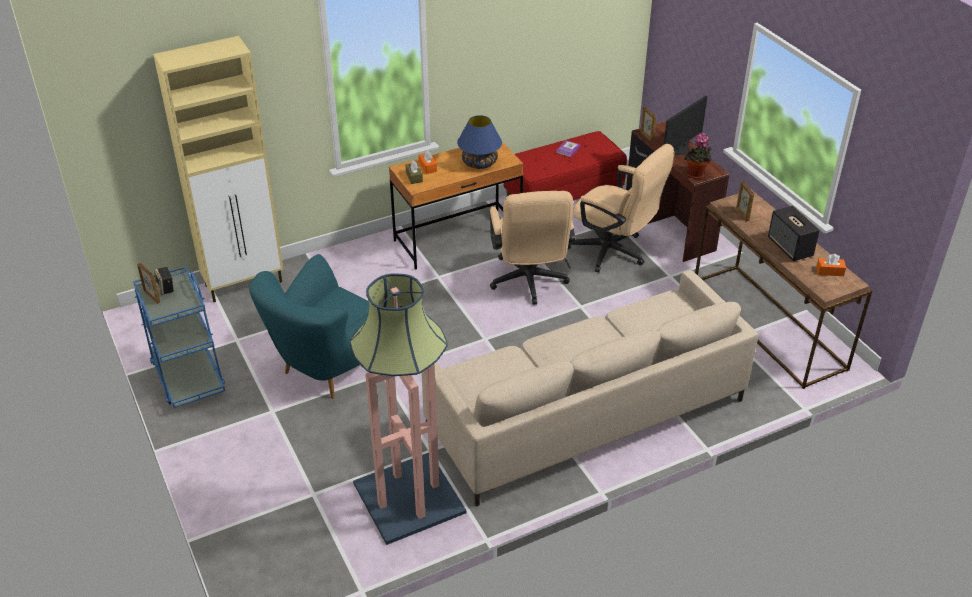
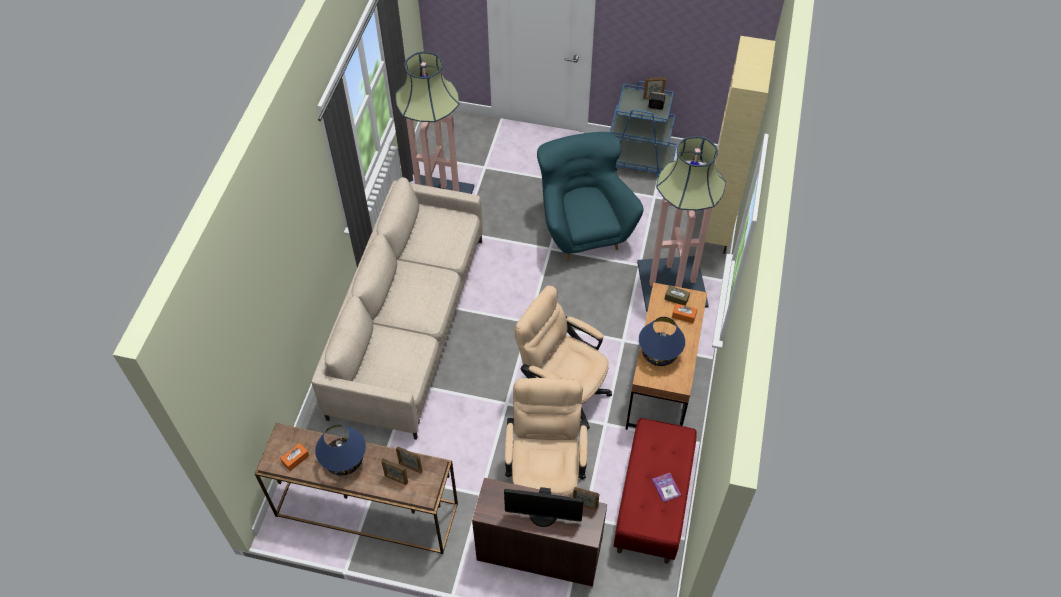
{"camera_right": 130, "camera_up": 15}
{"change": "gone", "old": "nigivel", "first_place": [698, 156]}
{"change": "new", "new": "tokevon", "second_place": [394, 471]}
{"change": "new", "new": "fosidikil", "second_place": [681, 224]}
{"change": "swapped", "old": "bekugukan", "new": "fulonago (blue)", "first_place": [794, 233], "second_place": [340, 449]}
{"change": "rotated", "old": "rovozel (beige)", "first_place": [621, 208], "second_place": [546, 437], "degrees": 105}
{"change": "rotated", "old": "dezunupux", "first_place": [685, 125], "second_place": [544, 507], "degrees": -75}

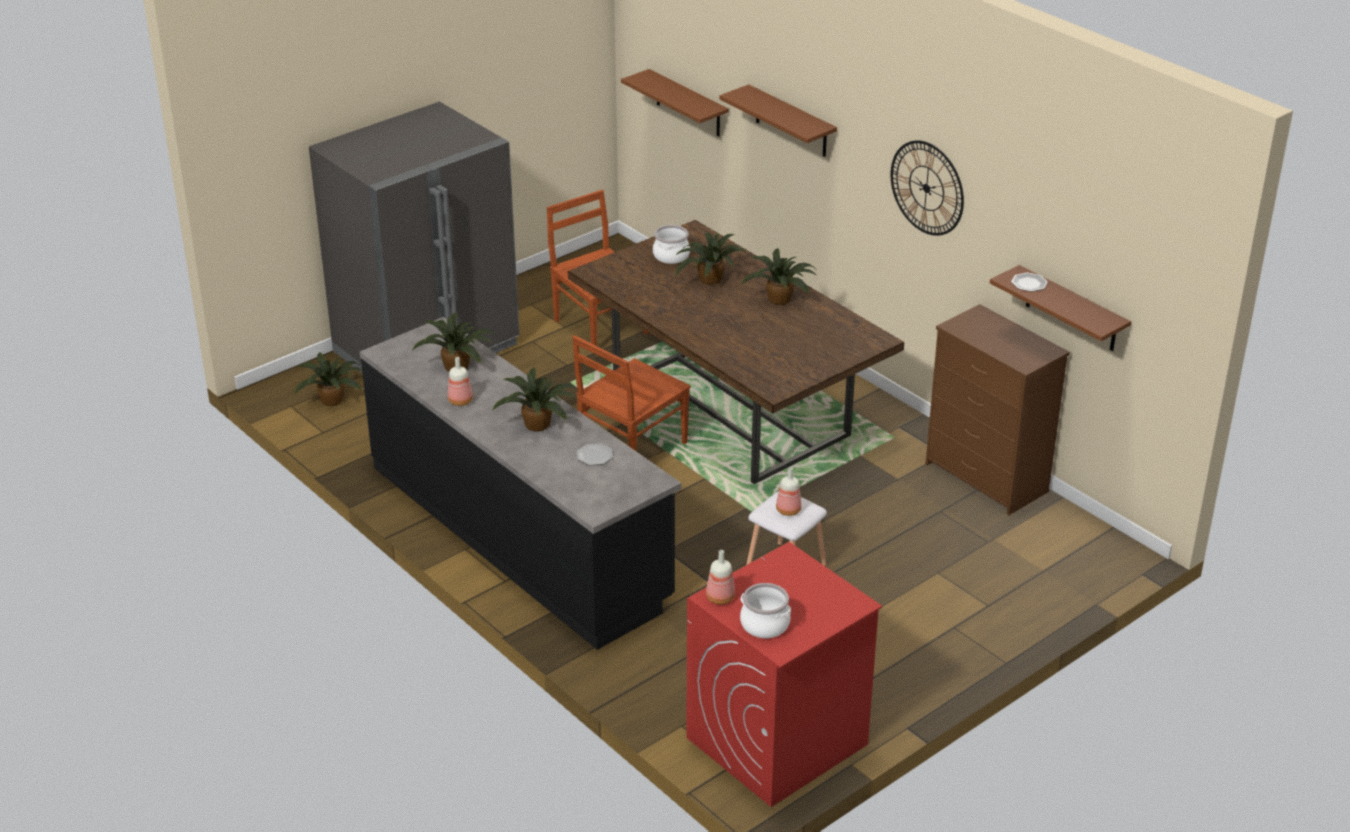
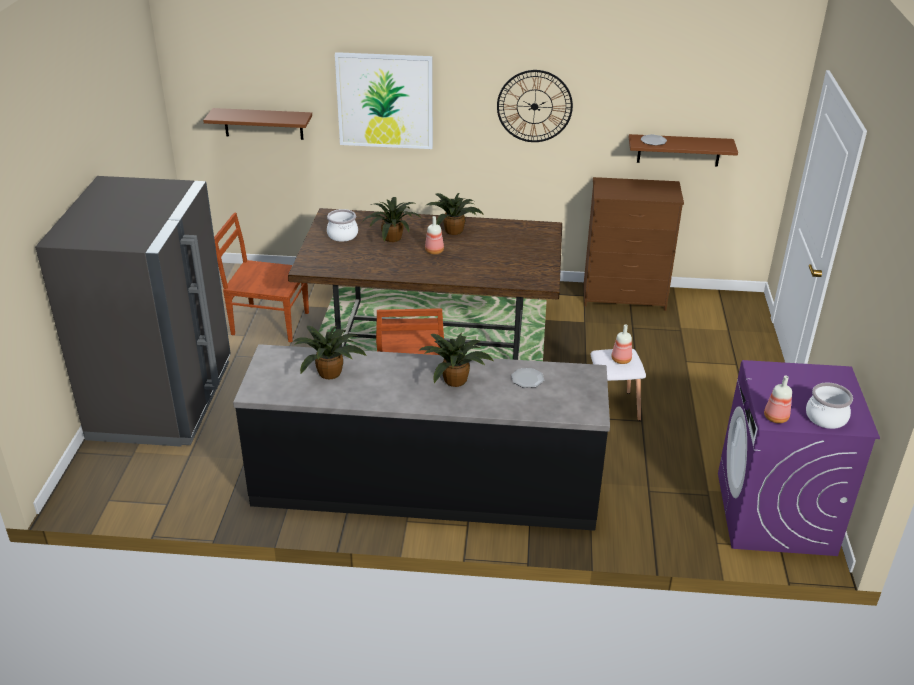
{"camera_right": -45, "camera_up": 0}
{"change": "gone", "old": "nigivel", "first_place": [328, 379]}
{"change": "shifted", "old": "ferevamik", "first_place": [460, 381], "second_place": [434, 235]}
{"change": "swapped", "old": "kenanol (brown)", "new": "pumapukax", "first_place": [778, 120], "second_place": [384, 100]}
{"change": "repainted", "old": "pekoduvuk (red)", "new": "pekoduvuk (purple)", "first_place": [784, 674], "second_place": [799, 458]}

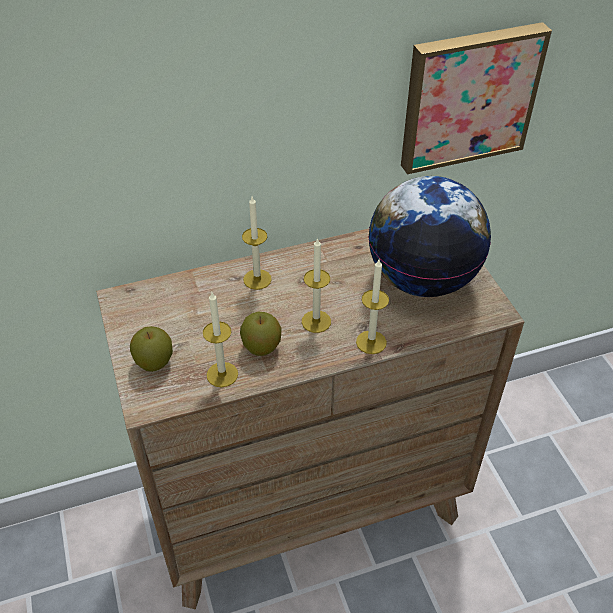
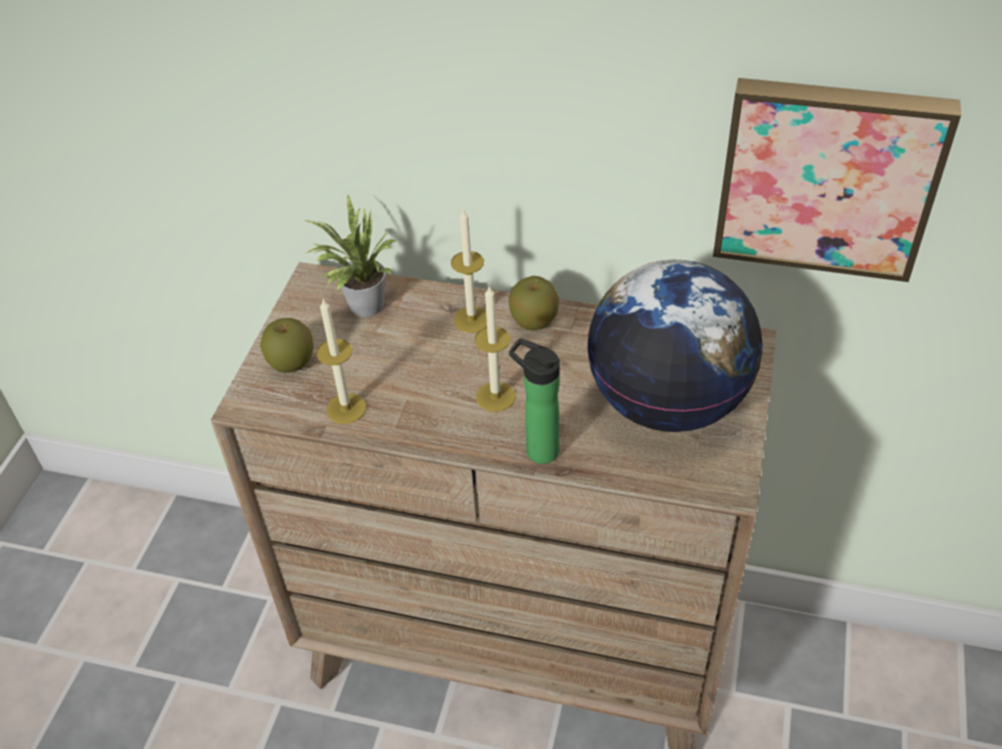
{"camera_right": 35, "camera_up": 0}
{"change": "new", "new": "nigivel", "second_place": [350, 256]}
{"change": "shifted", "old": "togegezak", "first_place": [260, 334], "second_place": [534, 303]}
{"change": "swapped", "old": "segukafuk", "new": "ferevamik", "first_place": [372, 307], "second_place": [534, 401]}

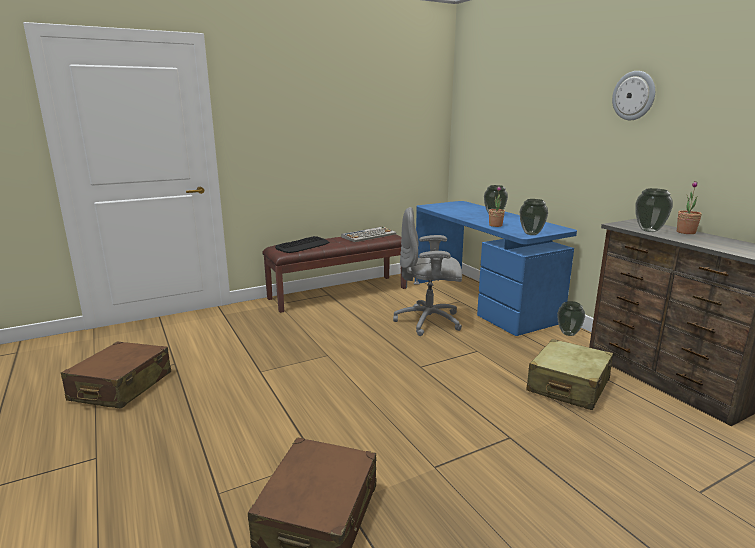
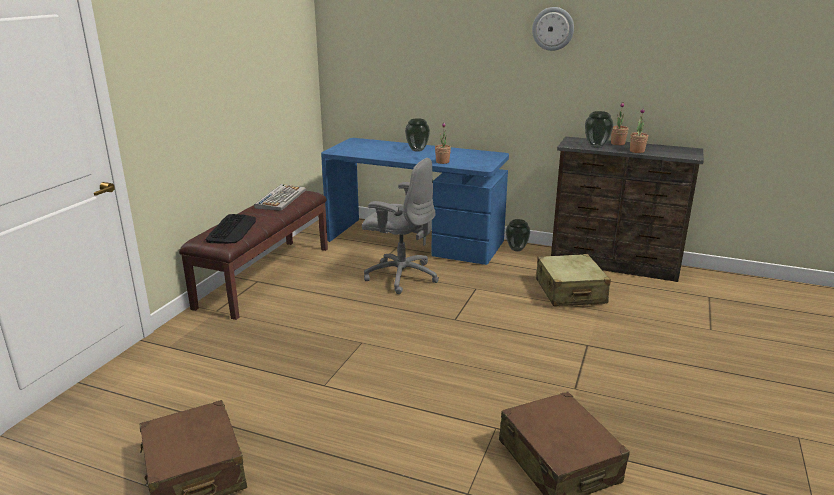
{"camera_right": -40, "camera_up": 5}
{"change": "gone", "old": "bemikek", "first_place": [534, 217]}
{"change": "new", "new": "nigivel", "second_place": [639, 130]}
{"change": "rotated", "old": "rovozel (grey)", "first_place": [427, 271], "second_place": [400, 226], "degrees": -120}

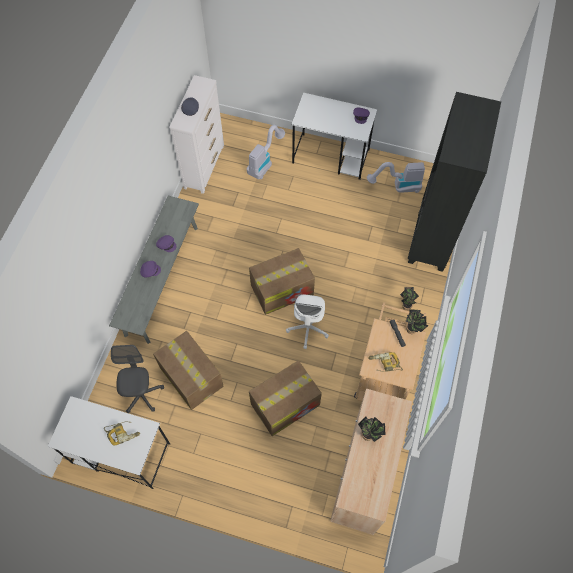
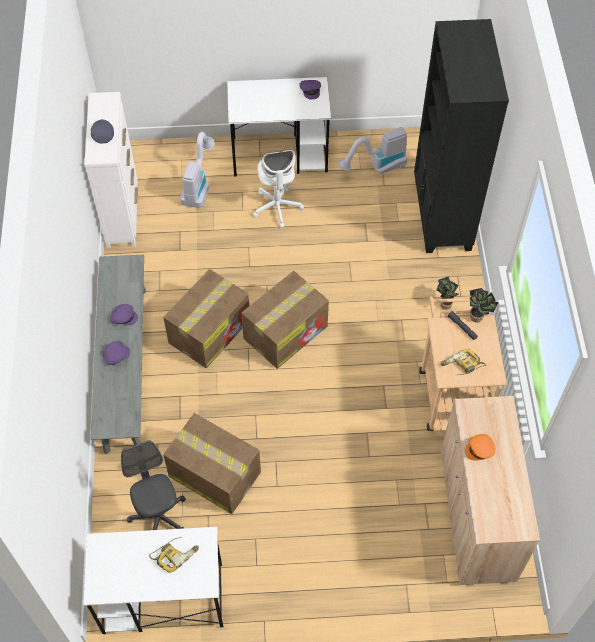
{"camera_right": -20, "camera_up": -5}
{"change": "shifted", "old": "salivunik", "first_place": [285, 398], "second_place": [206, 318]}
{"change": "shifted", "old": "rovozel (white)", "first_place": [307, 322], "second_place": [278, 188]}
{"change": "swapped", "old": "nigivel", "new": "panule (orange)", "first_place": [371, 429], "second_place": [480, 447]}

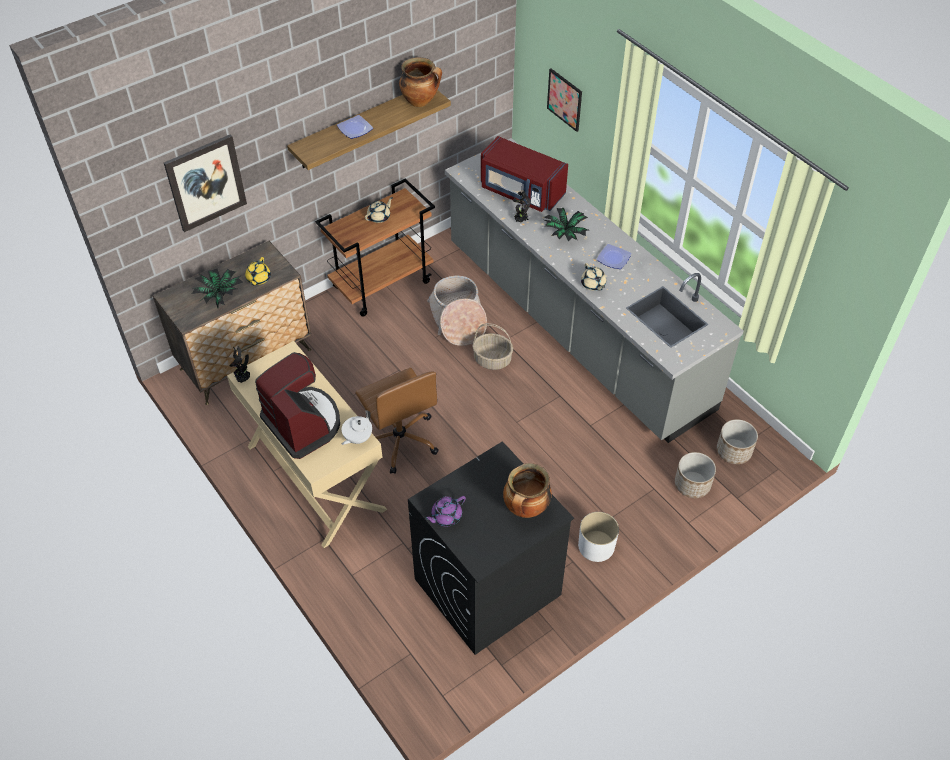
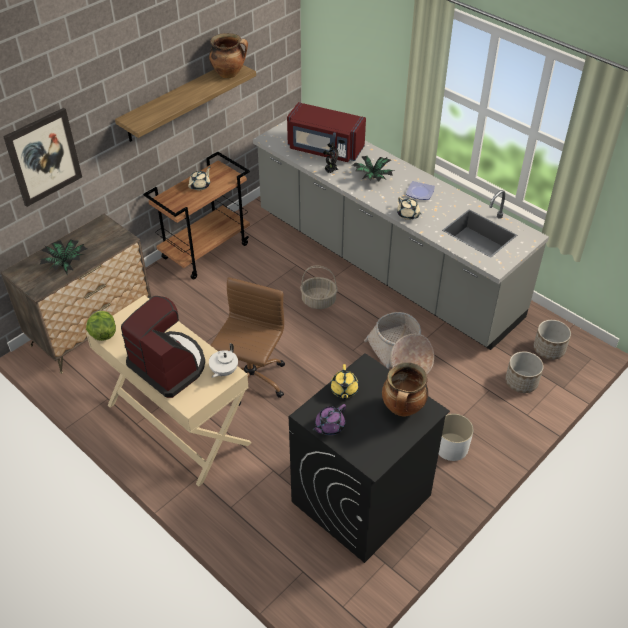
{"camera_right": -10, "camera_up": -5}
{"change": "gone", "old": "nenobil", "first_place": [355, 127]}
{"change": "gone", "old": "pumapukax", "first_place": [564, 100]}
{"change": "shifted", "old": "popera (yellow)", "first_place": [258, 271], "second_place": [344, 381]}
{"change": "shifted", "old": "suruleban", "first_place": [457, 311], "second_place": [399, 343]}
{"change": "swapped", "old": "nigivel", "new": "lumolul", "first_place": [240, 365], "second_place": [101, 326]}
{"change": "rotated", "old": "rovozel (brown)", "first_place": [397, 421], "second_place": [248, 341], "degrees": -120}

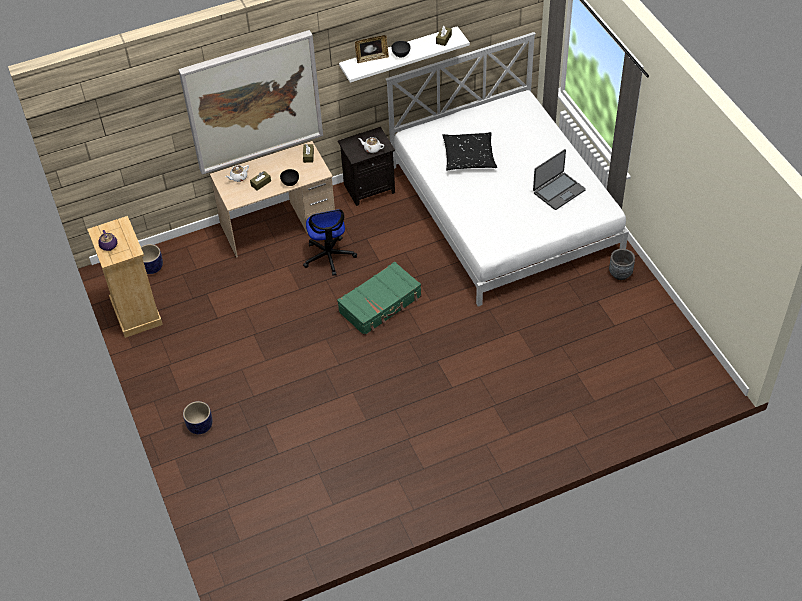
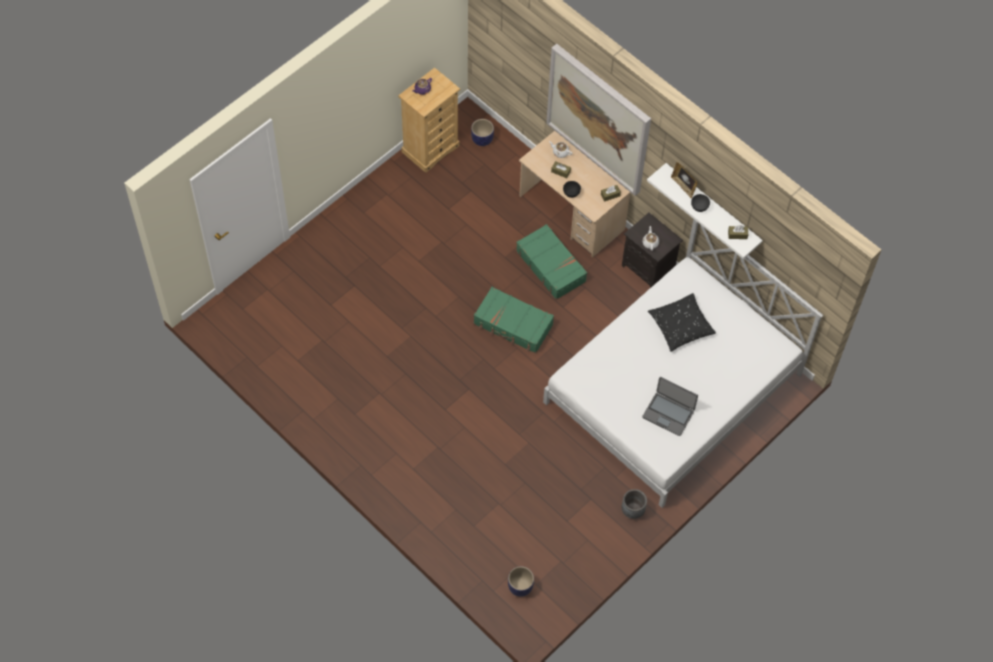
{"camera_right": 65, "camera_up": 10}
{"change": "shifted", "old": "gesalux", "first_place": [198, 417], "second_place": [521, 581]}
{"change": "swapped", "old": "rovozel", "new": "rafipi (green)", "first_place": [330, 242], "second_place": [551, 262]}

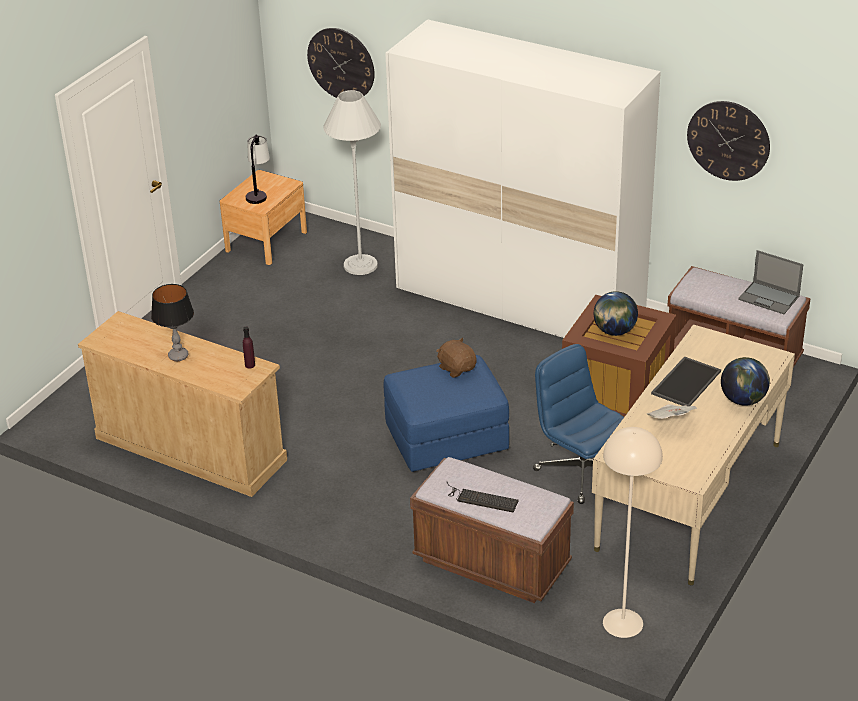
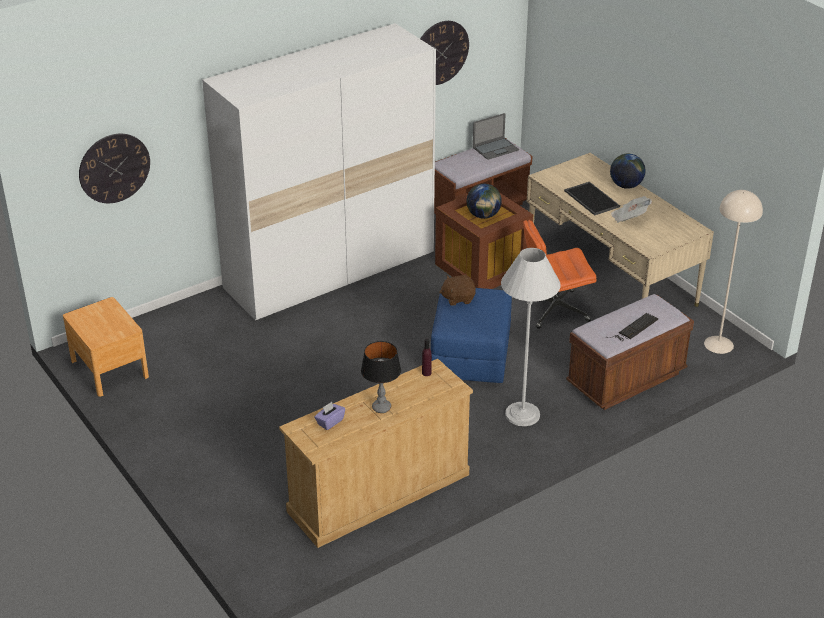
{"camera_right": -65, "camera_up": 0}
{"change": "gone", "old": "fulonago", "first_place": [258, 169]}
{"change": "new", "new": "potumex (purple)", "second_place": [329, 416]}
{"change": "shifted", "old": "fosidikil (white)", "first_place": [352, 182], "second_place": [531, 337]}
{"change": "repainted", "old": "rovozel (blue)", "new": "rovozel (orange)", "first_place": [578, 424], "second_place": [560, 274]}

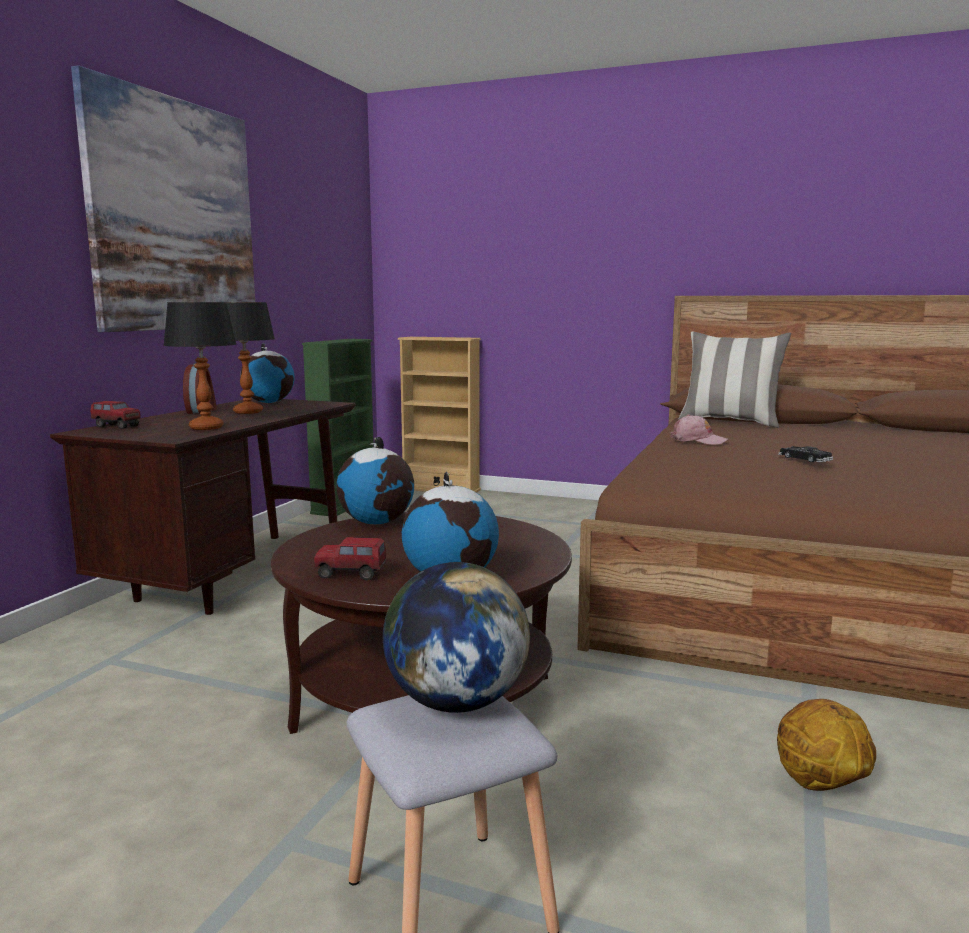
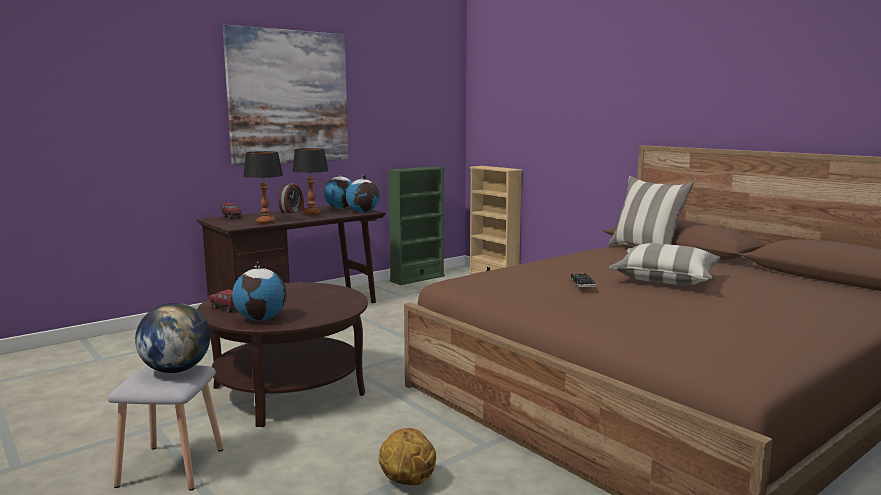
{"camera_right": 30, "camera_up": 0}
{"change": "gone", "old": "panule (pink)", "first_place": [700, 430]}
{"change": "new", "new": "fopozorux", "second_place": [665, 264]}
{"change": "shifted", "old": "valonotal", "first_place": [375, 481], "second_place": [362, 193]}

